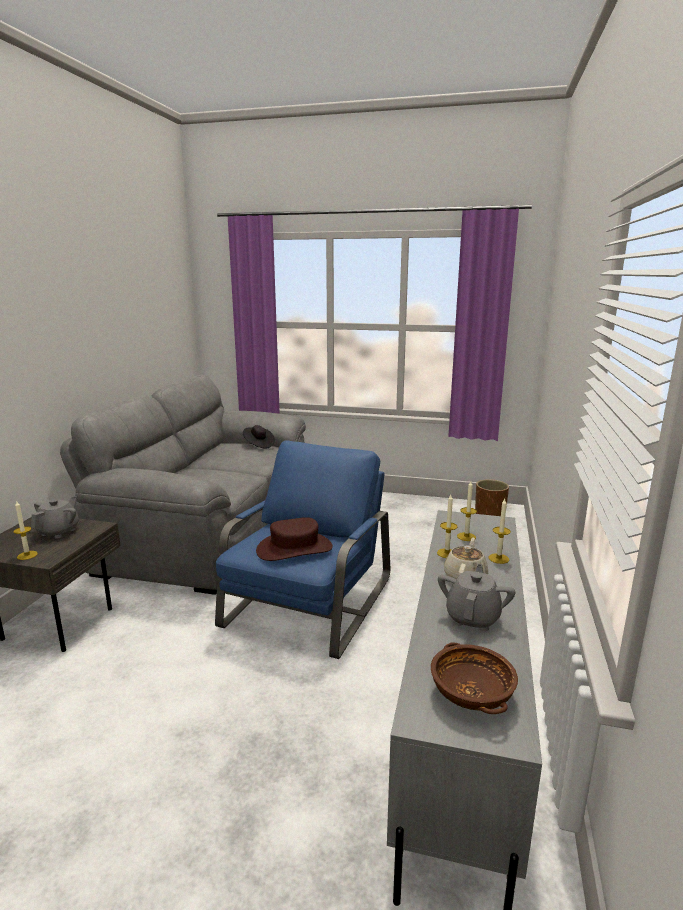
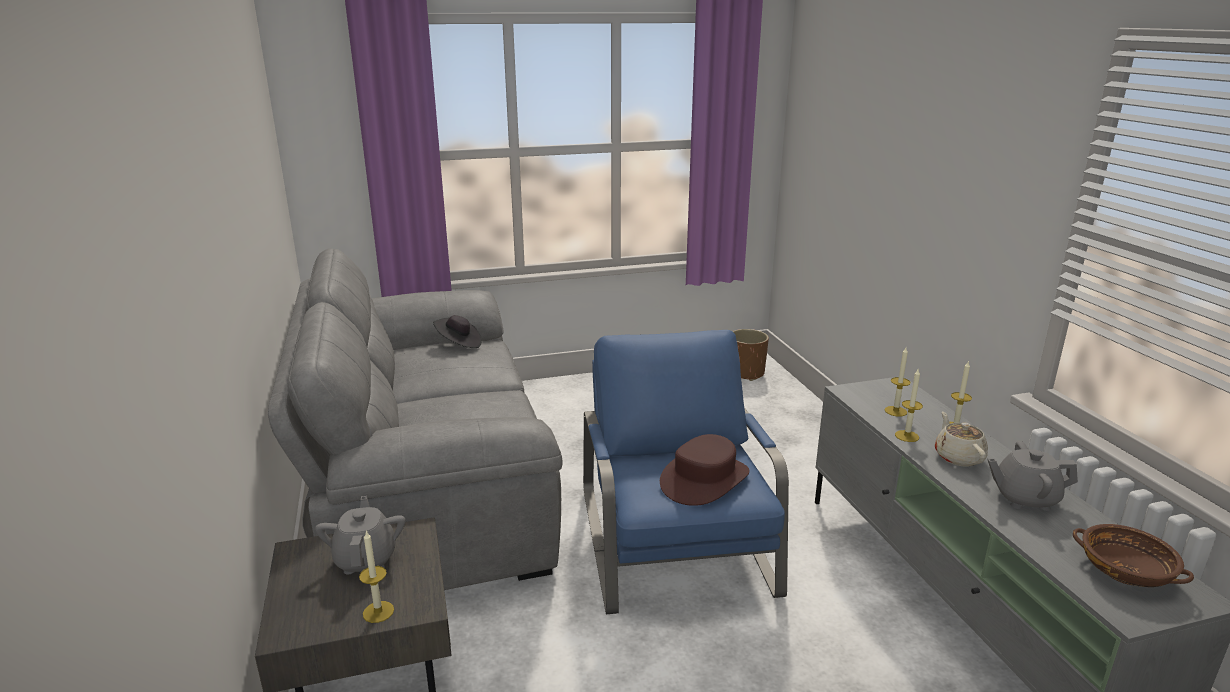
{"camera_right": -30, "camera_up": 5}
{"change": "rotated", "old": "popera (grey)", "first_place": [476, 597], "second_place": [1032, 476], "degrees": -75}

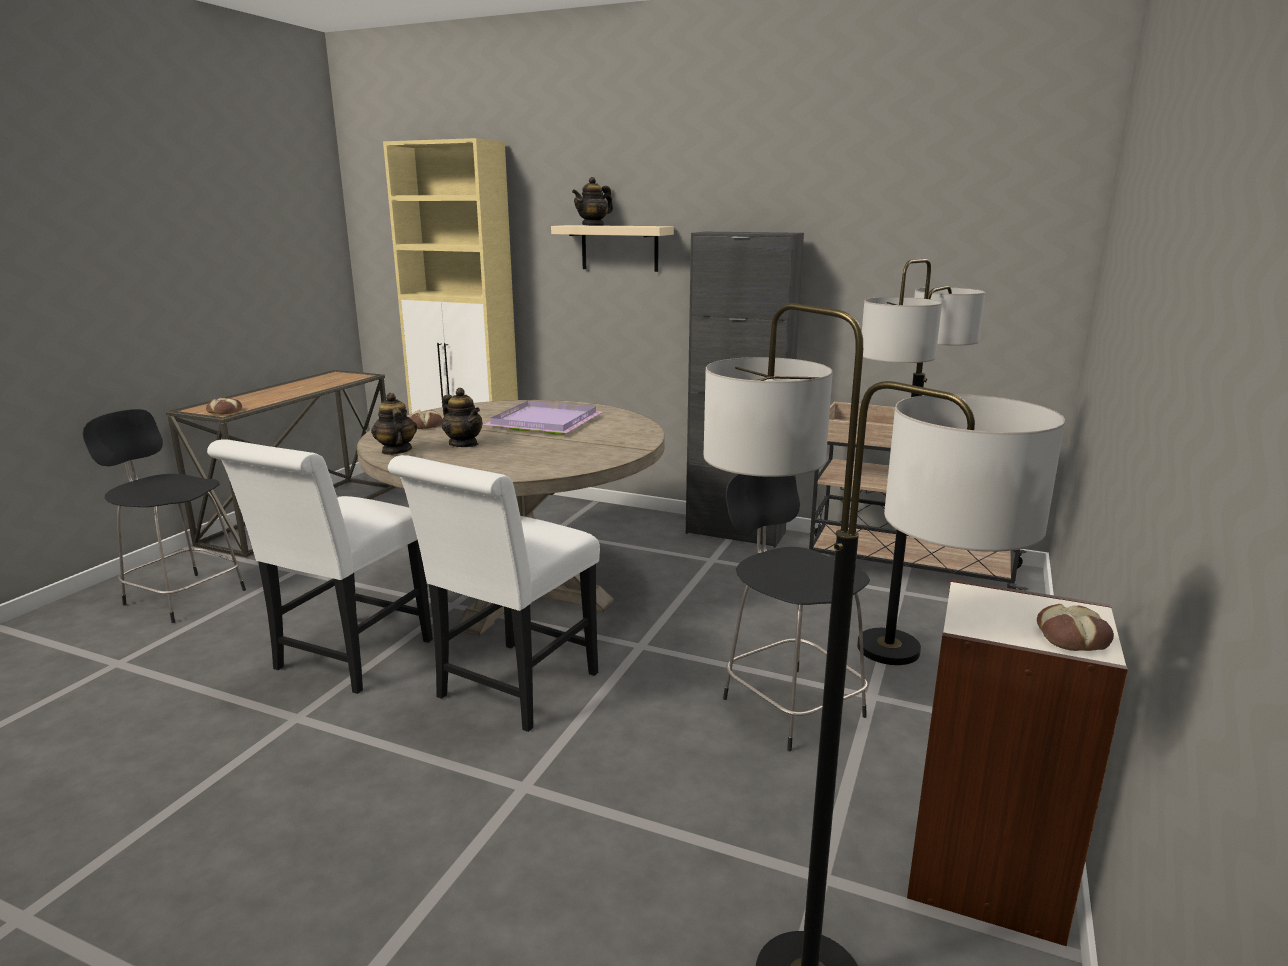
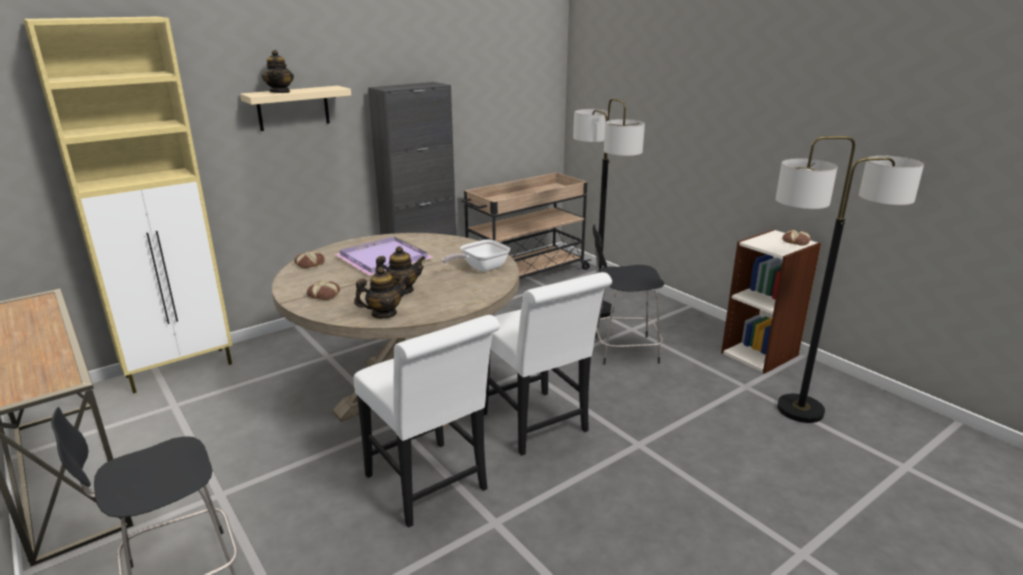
{"camera_right": -60, "camera_up": 5}
{"change": "new", "new": "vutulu", "second_place": [476, 255]}
{"change": "shifted", "old": "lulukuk", "first_place": [224, 406], "second_place": [309, 259]}
{"change": "rotated", "old": "popera", "first_place": [394, 424], "second_place": [381, 293], "degrees": 150}

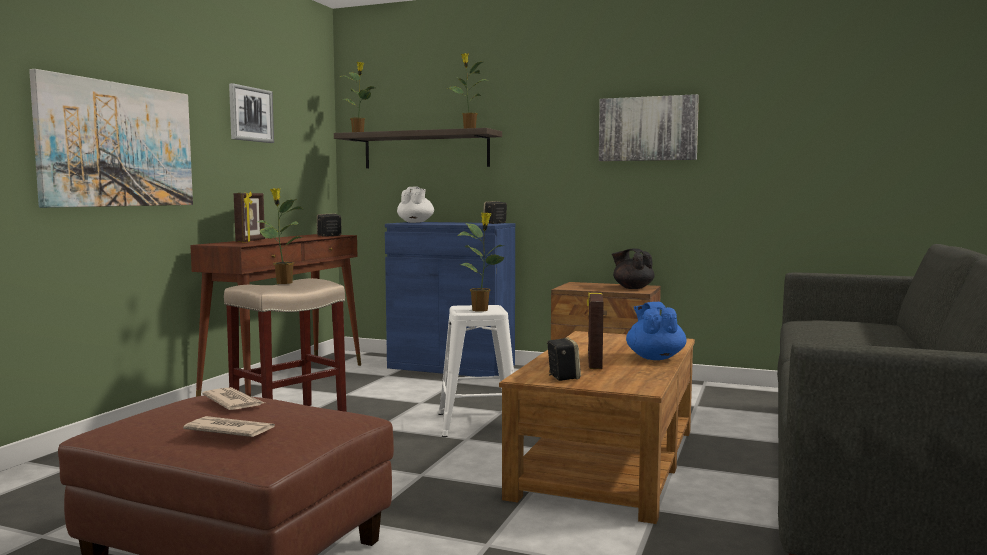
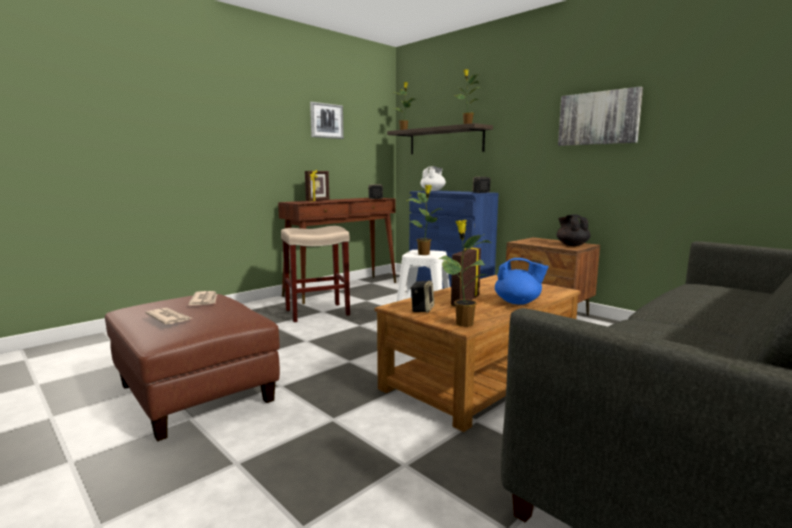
{"camera_right": 25, "camera_up": 5}
{"change": "gone", "old": "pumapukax", "first_place": [111, 138]}
{"change": "shifted", "old": "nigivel", "first_place": [281, 236], "second_place": [464, 273]}
{"change": "rotated", "old": "popera (blue)", "first_place": [656, 331], "second_place": [522, 281], "degrees": 90}

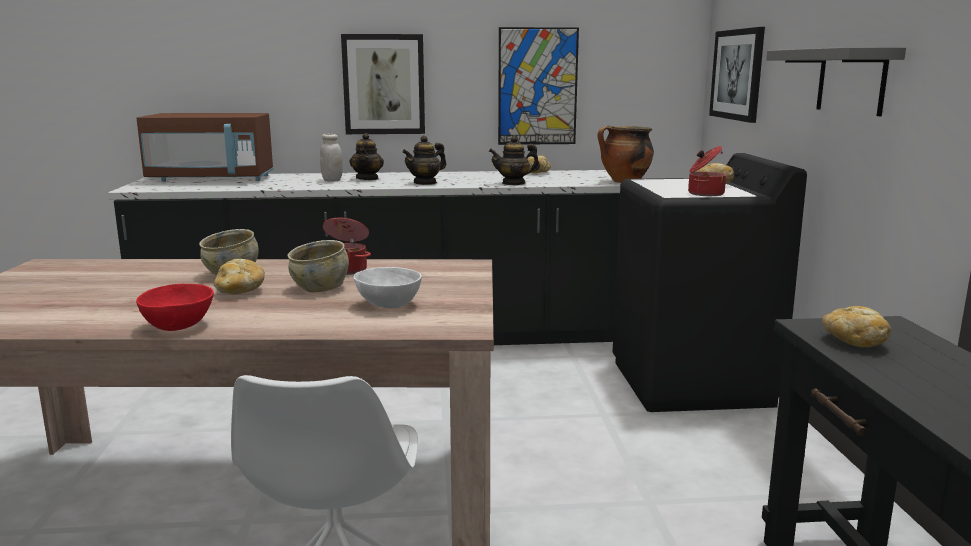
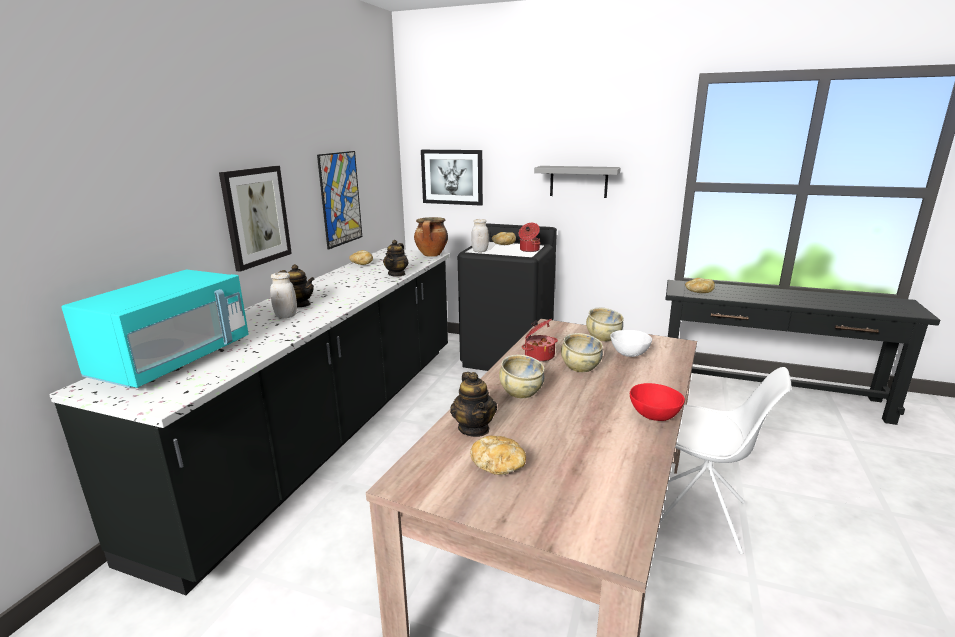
{"camera_right": -65, "camera_up": 5}
{"change": "new", "new": "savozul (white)", "second_place": [480, 235]}
{"change": "new", "new": "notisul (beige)", "second_place": [605, 324]}
{"change": "shifted", "old": "lulukuk", "first_place": [239, 277], "second_place": [498, 455]}
{"change": "shifted", "old": "popera", "first_place": [424, 160], "second_place": [473, 404]}
{"change": "repainted", "old": "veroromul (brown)", "new": "veroromul (turquoise)", "first_place": [205, 147], "second_place": [155, 328]}

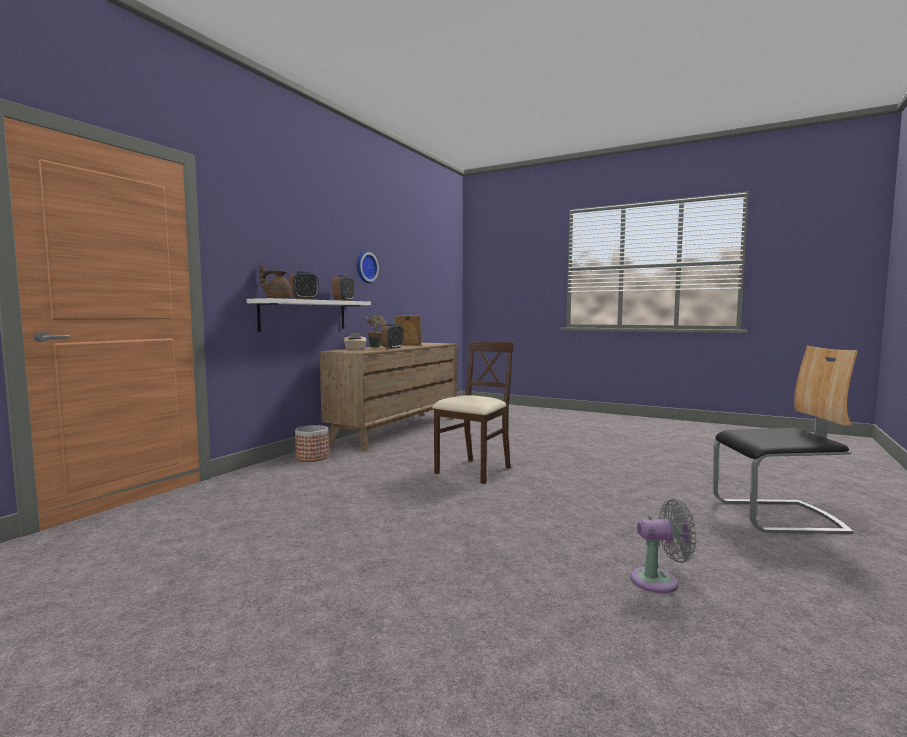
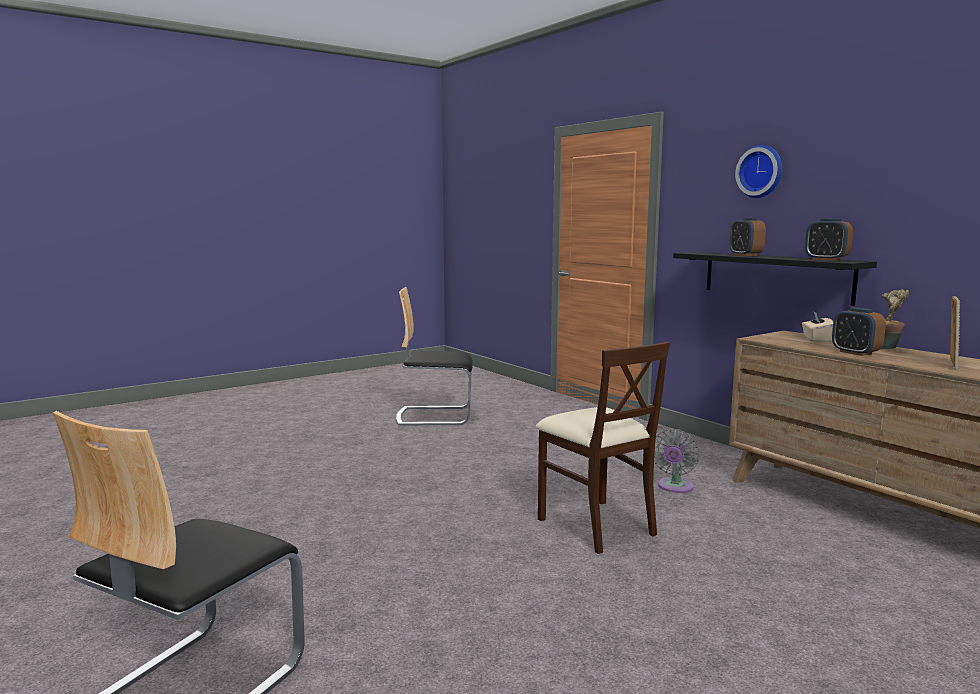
{"camera_right": 115, "camera_up": 5}
{"change": "gone", "old": "popera (brown)", "first_place": [276, 282]}
{"change": "gone", "old": "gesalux", "first_place": [312, 443]}
{"change": "new", "new": "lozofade", "second_place": [434, 356]}
{"change": "shifted", "old": "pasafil", "first_place": [368, 267], "second_place": [758, 171]}
{"change": "shifted", "old": "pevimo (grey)", "first_place": [664, 546], "second_place": [677, 461]}
{"change": "repainted", "old": "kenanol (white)", "new": "kenanol (black)", "first_place": [309, 315], "second_place": [775, 279]}

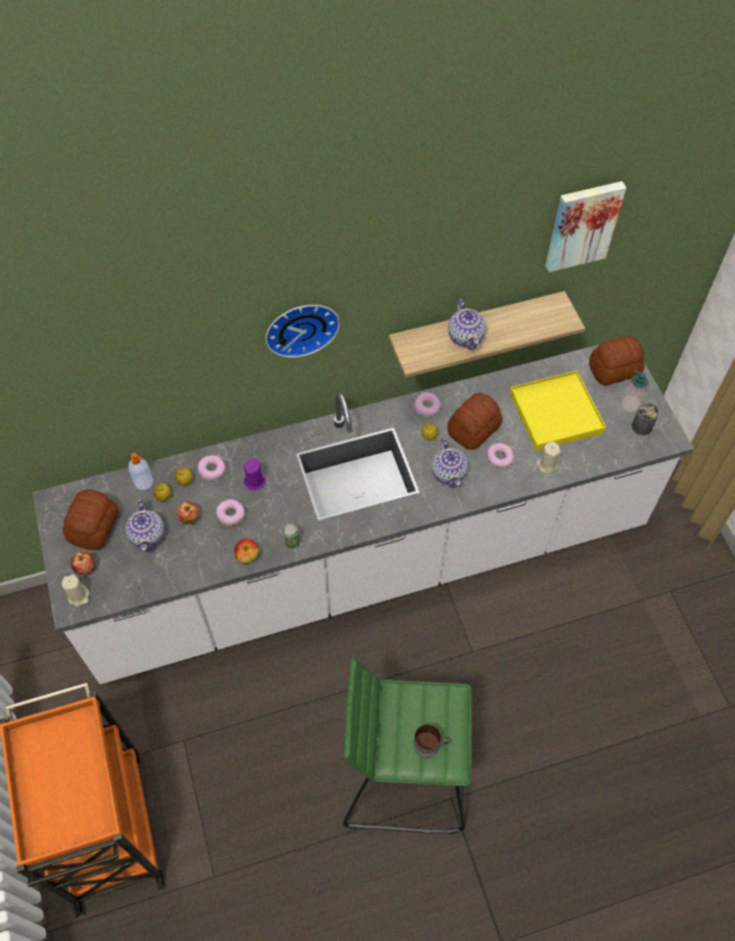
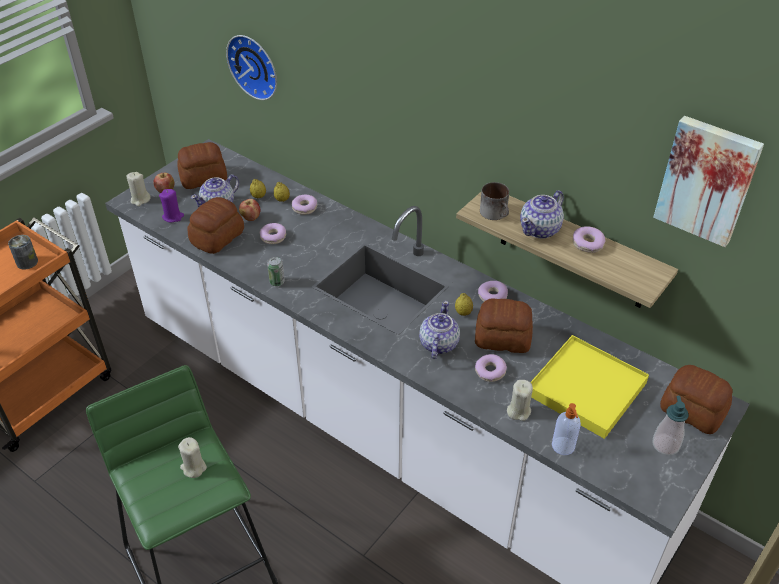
{"camera_right": 55, "camera_up": -15}
{"change": "gone", "old": "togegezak", "first_place": [246, 551]}
{"change": "new", "new": "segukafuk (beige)", "second_place": [192, 457]}
{"change": "new", "new": "lulukuk", "second_place": [216, 225]}
{"change": "new", "new": "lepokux", "second_place": [589, 239]}
{"change": "shifted", "old": "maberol", "first_place": [140, 471], "second_place": [566, 429]}
{"change": "shifted", "old": "segukafuk (purple)", "first_place": [254, 474], "second_place": [171, 206]}
{"change": "shifted", "old": "pasafil", "first_place": [302, 331], "second_place": [251, 67]}
{"change": "shifted", "old": "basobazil", "first_place": [431, 741], "second_place": [494, 201]}
{"change": "shifted", "old": "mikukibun", "first_place": [645, 419], "second_place": [23, 252]}
{"change": "rotated", "old": "popera", "first_place": [450, 463], "second_place": [439, 330], "degrees": 150}

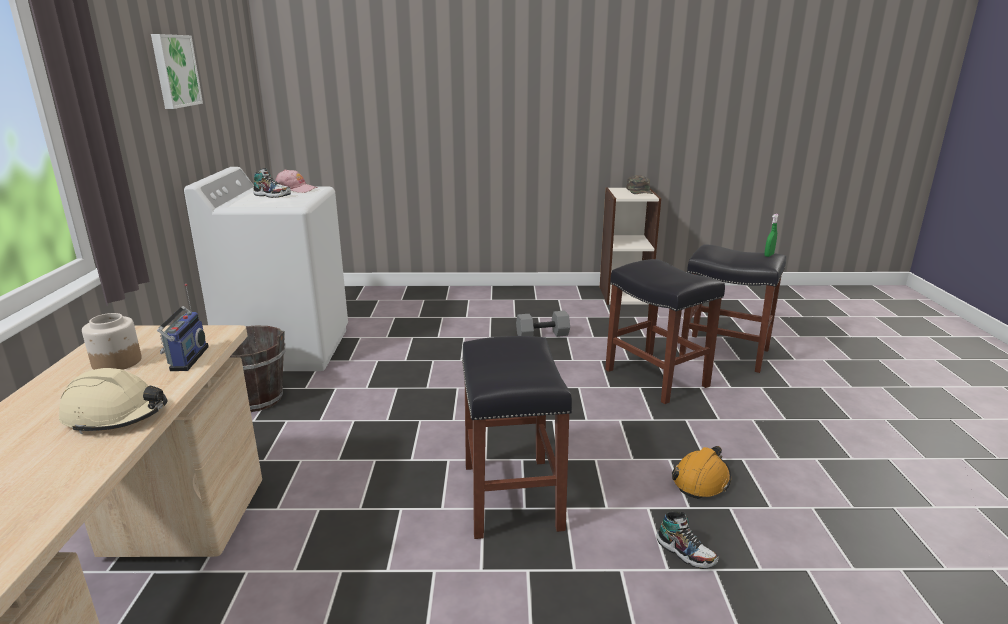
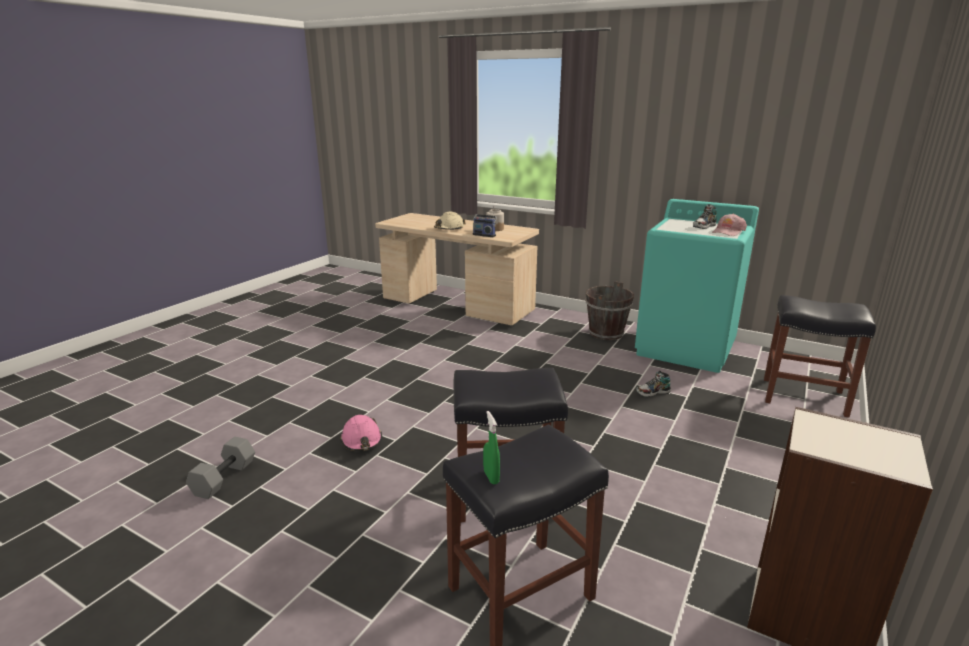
{"camera_right": 120, "camera_up": 0}
{"change": "gone", "old": "pumapukax", "first_place": [177, 71]}
{"change": "gone", "old": "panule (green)", "first_place": [639, 184]}
{"change": "shifted", "old": "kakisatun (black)", "first_place": [517, 437], "second_place": [820, 356]}
{"change": "shifted", "old": "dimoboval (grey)", "first_place": [543, 324], "second_place": [220, 468]}
{"change": "shifted", "old": "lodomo", "first_place": [688, 540], "second_place": [653, 384]}
{"change": "repainted", "old": "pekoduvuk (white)", "new": "pekoduvuk (turquoise)", "first_place": [266, 269], "second_place": [697, 286]}
{"change": "repainted", "old": "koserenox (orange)", "new": "koserenox (pink)", "first_place": [701, 472], "second_place": [361, 433]}

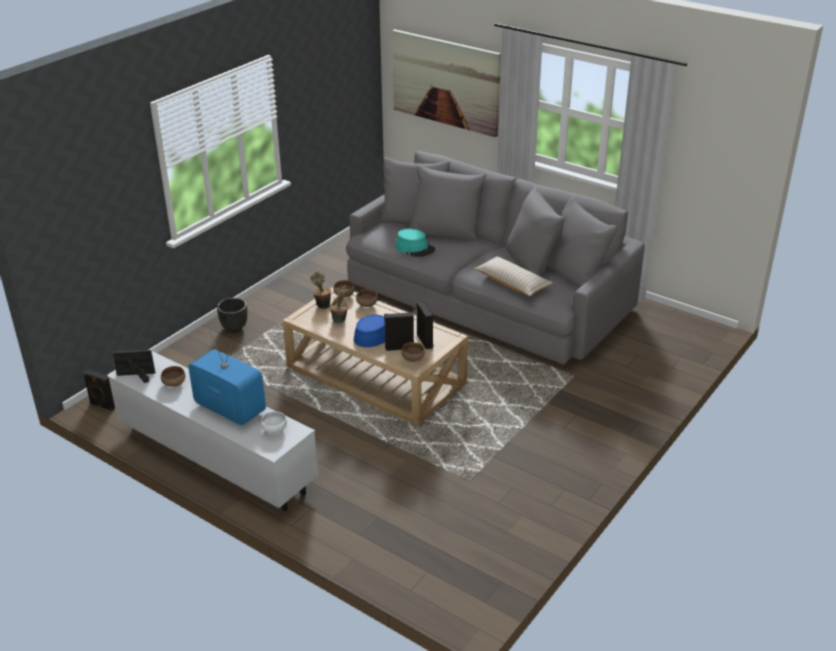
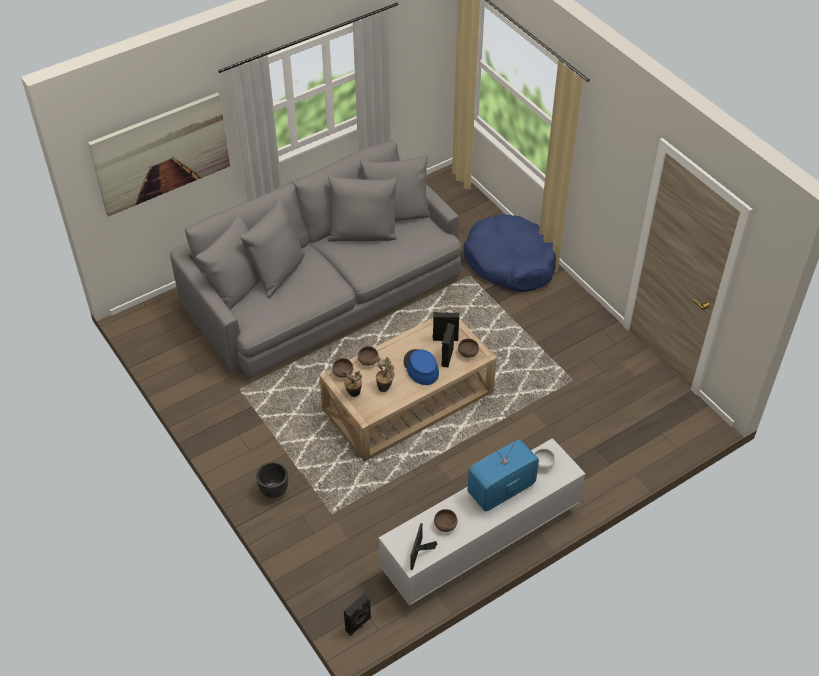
{"camera_right": -70, "camera_up": 15}
{"change": "gone", "old": "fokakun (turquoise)", "first_place": [415, 243]}
{"change": "gone", "old": "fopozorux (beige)", "first_place": [513, 276]}
{"change": "new", "new": "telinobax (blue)", "second_place": [510, 253]}

